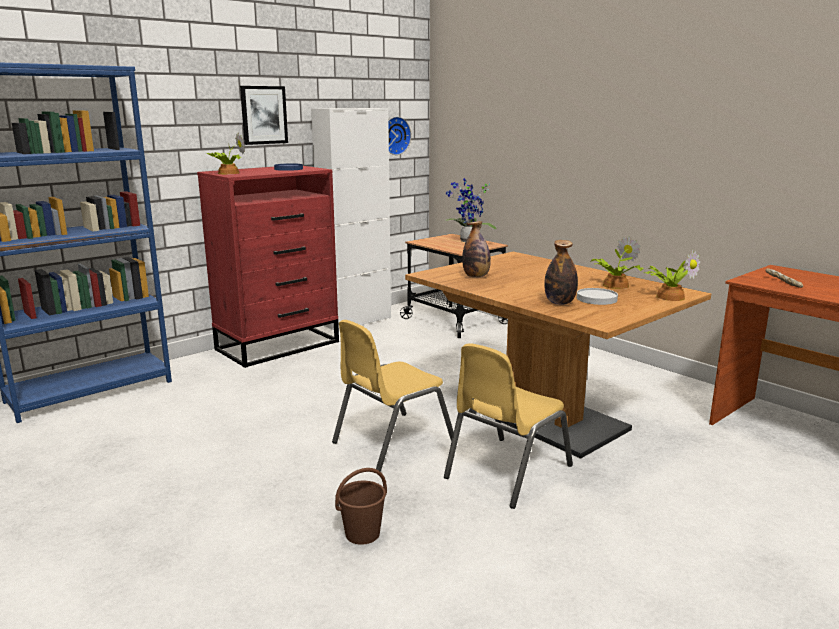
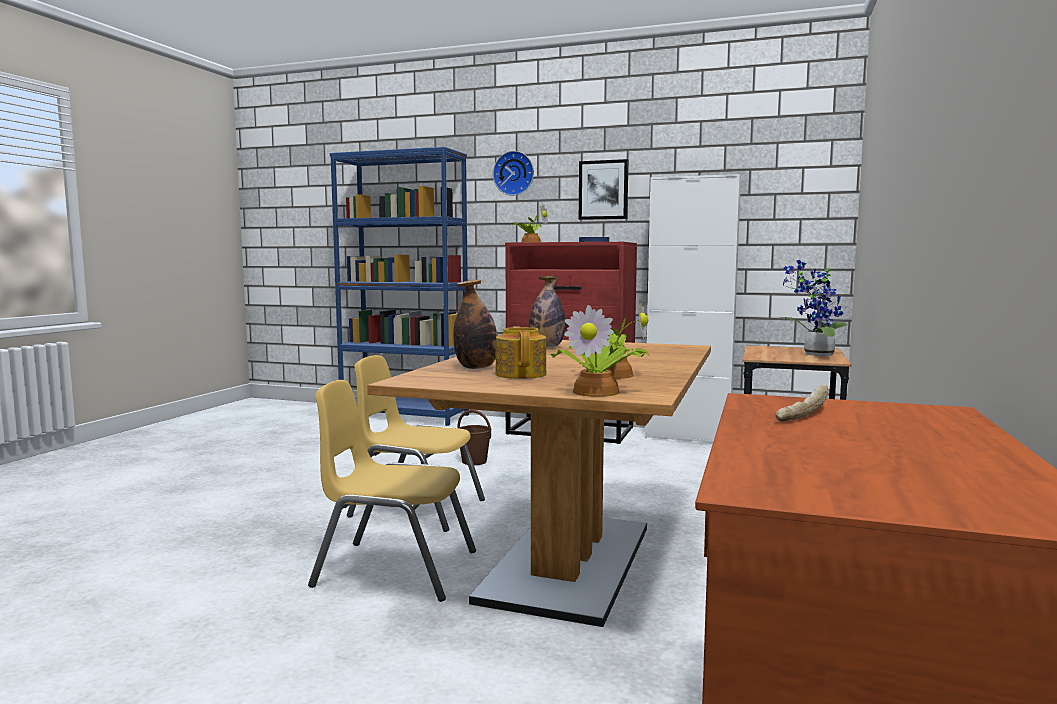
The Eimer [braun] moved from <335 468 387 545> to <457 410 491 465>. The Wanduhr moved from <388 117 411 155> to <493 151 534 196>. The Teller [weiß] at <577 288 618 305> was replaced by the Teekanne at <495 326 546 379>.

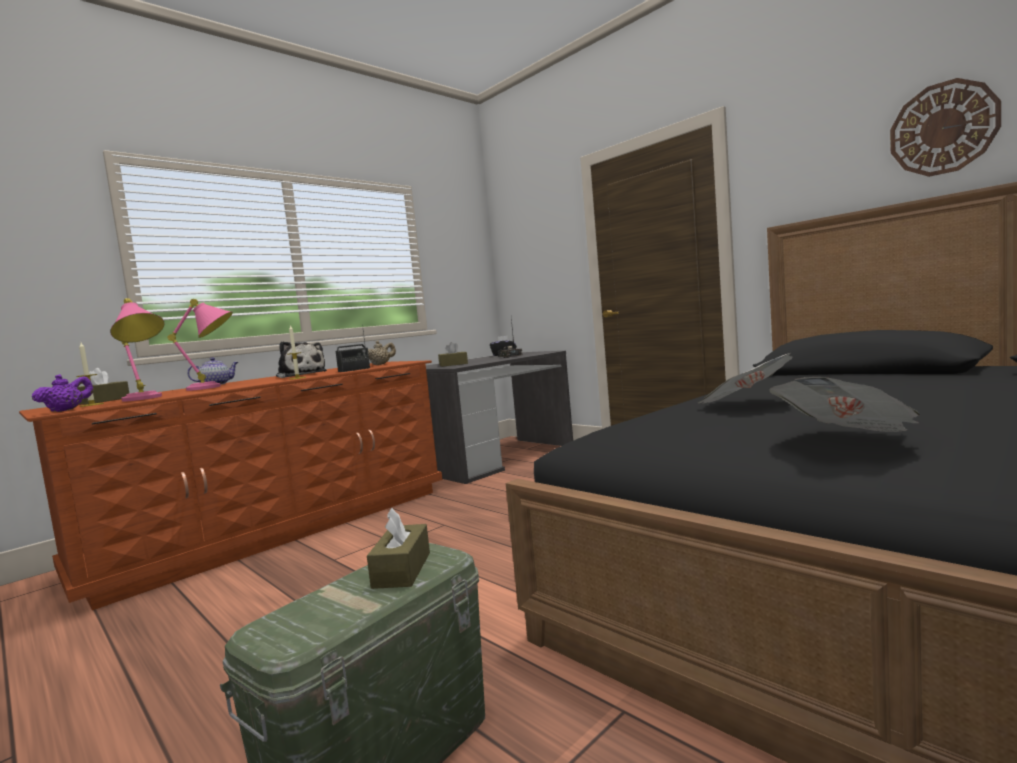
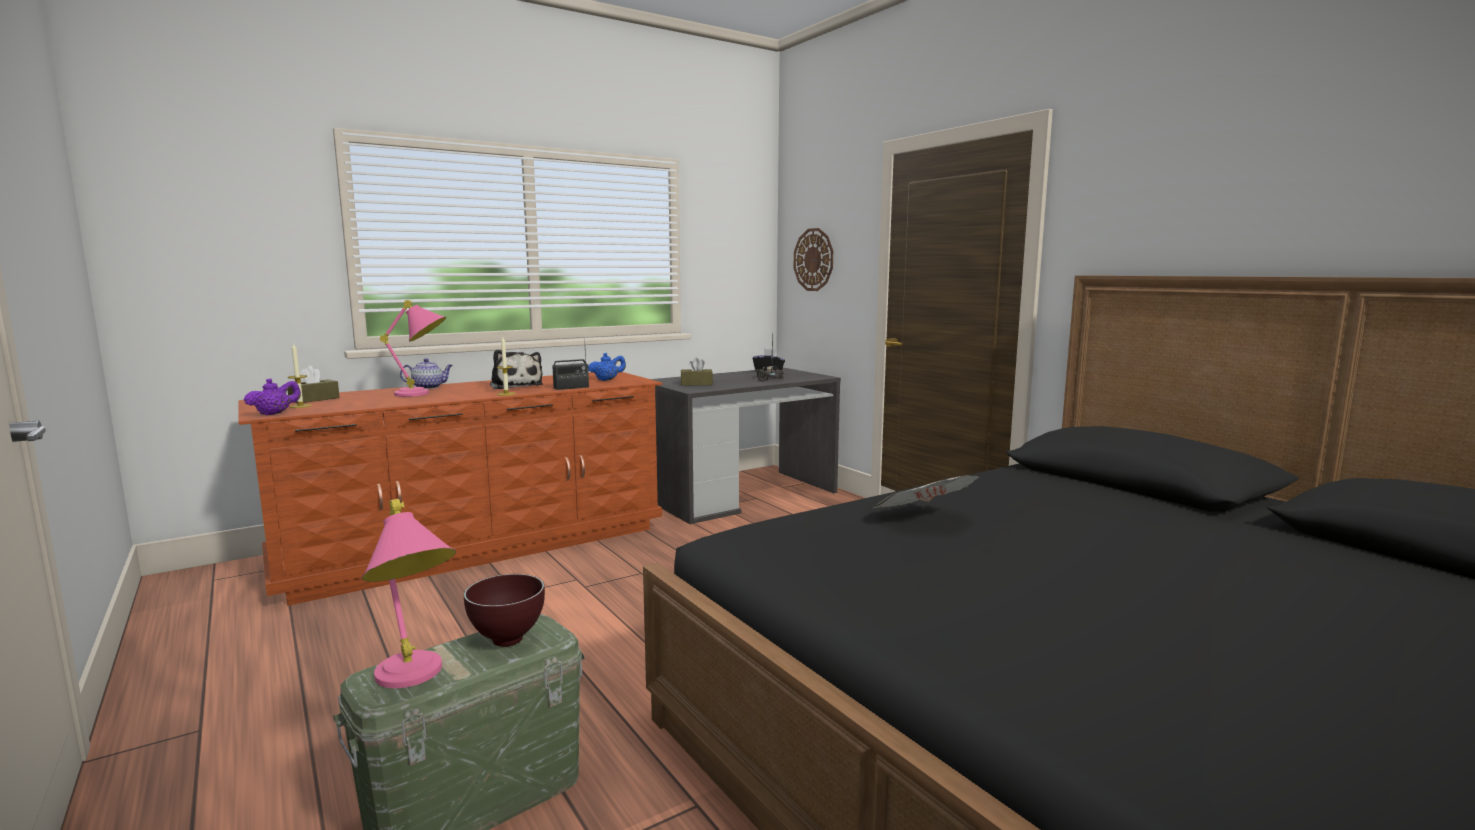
The Zeitung at <769 377 919 432> disappeared. The Tischlampe [rosa] moved from <110 298 164 402> to <362 499 456 688>. The Wanduhr moved from <890 78 1001 177> to <794 228 833 291>. The Taschentuchbox [braun] at <367 508 430 589> was replaced by the Schüssel [braun] at <464 574 545 647>. The Teekanne [beige] at <368 341 396 365> became the Teekanne [blau] at <588 353 626 381>.

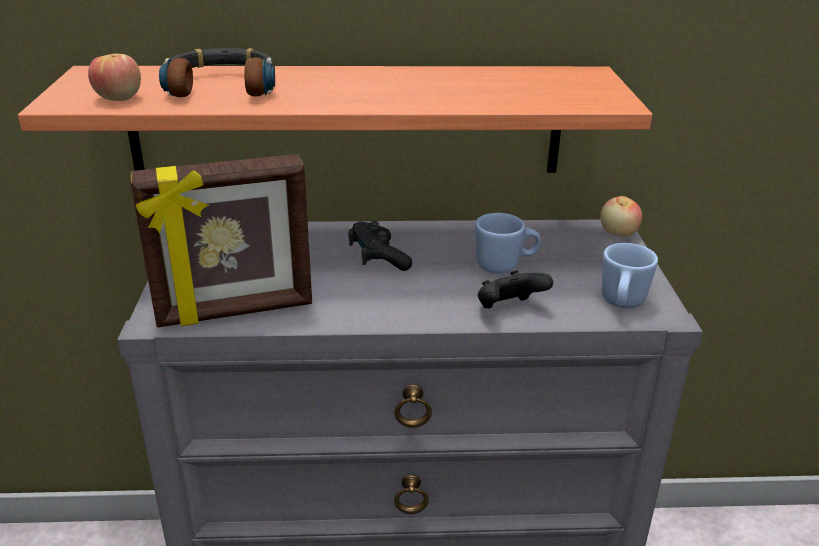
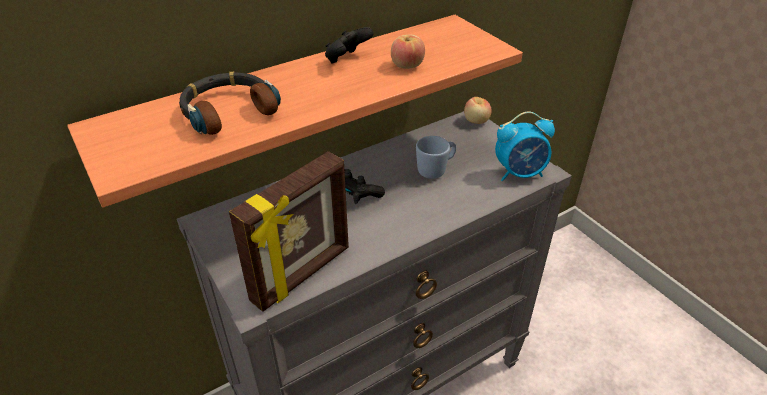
The Apfel moved from <88 54 141 101> to <391 34 425 69>. The Gamepad [schwarz] moved from <478 270 553 309> to <325 27 374 64>. The Henkelbecher [blau] at <602 243 658 309> was replaced by the Wecker at <495 111 555 181>.

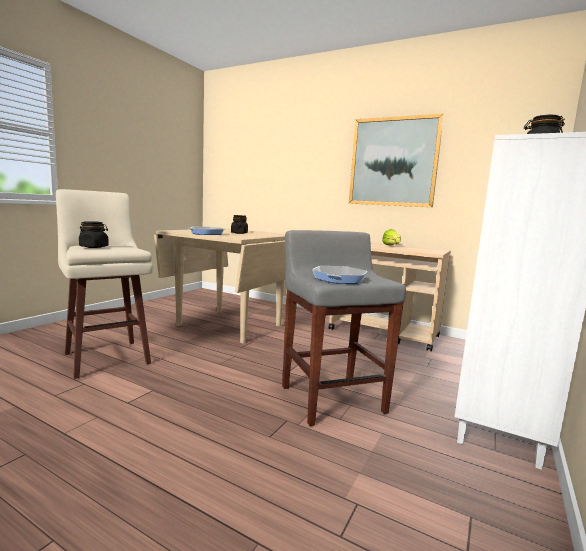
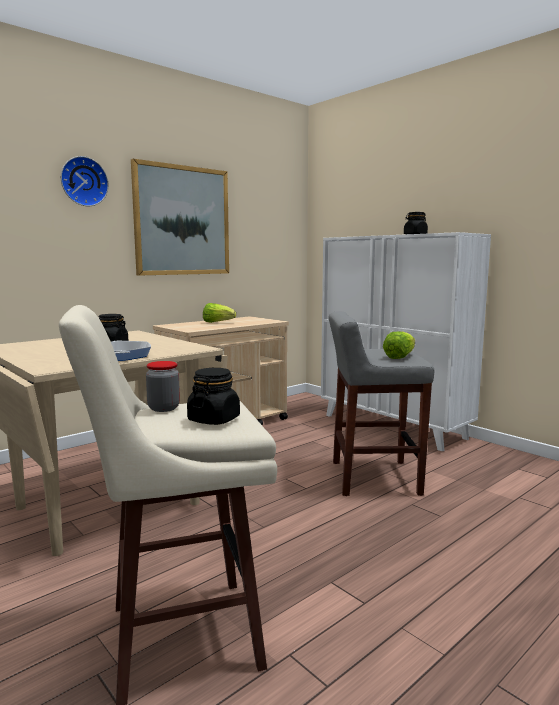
The Wanduhr at <61 156 109 206> appeared. The Vorratsglas at <146 361 180 412> appeared. The Pfanne at <312 266 367 284> was replaced by the Salatkopf at <383 331 415 359>.

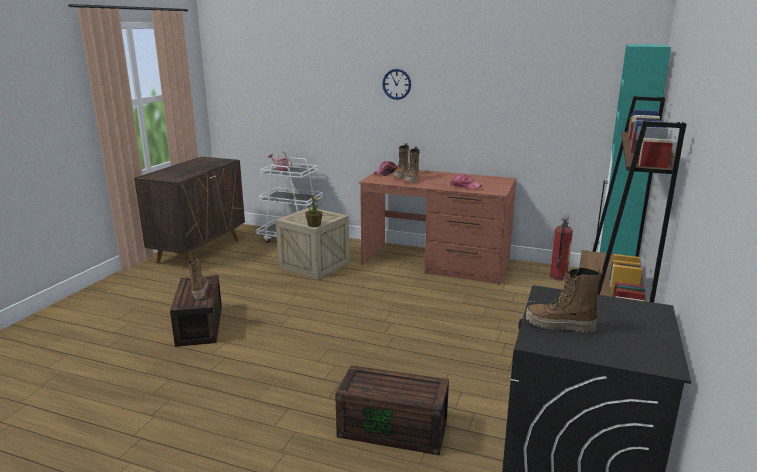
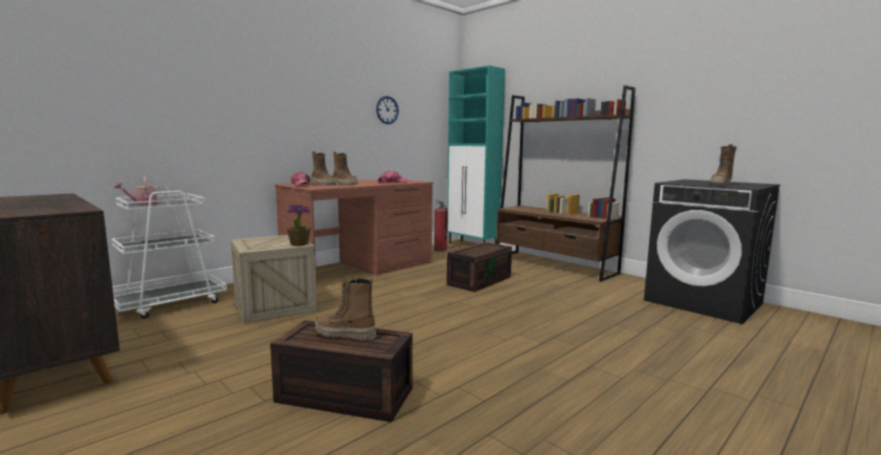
The Aufbewahrungsbox [braun] moved from <335 365 449 455> to <447 242 512 292>. The Wanduhr moved from <382 69 411 100> to <376 96 399 124>.

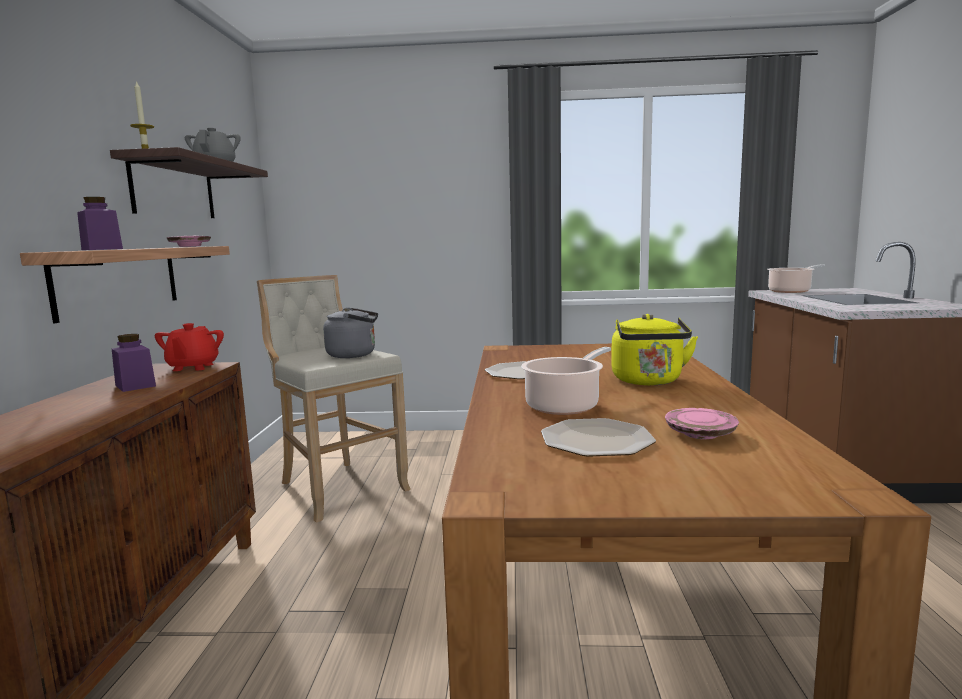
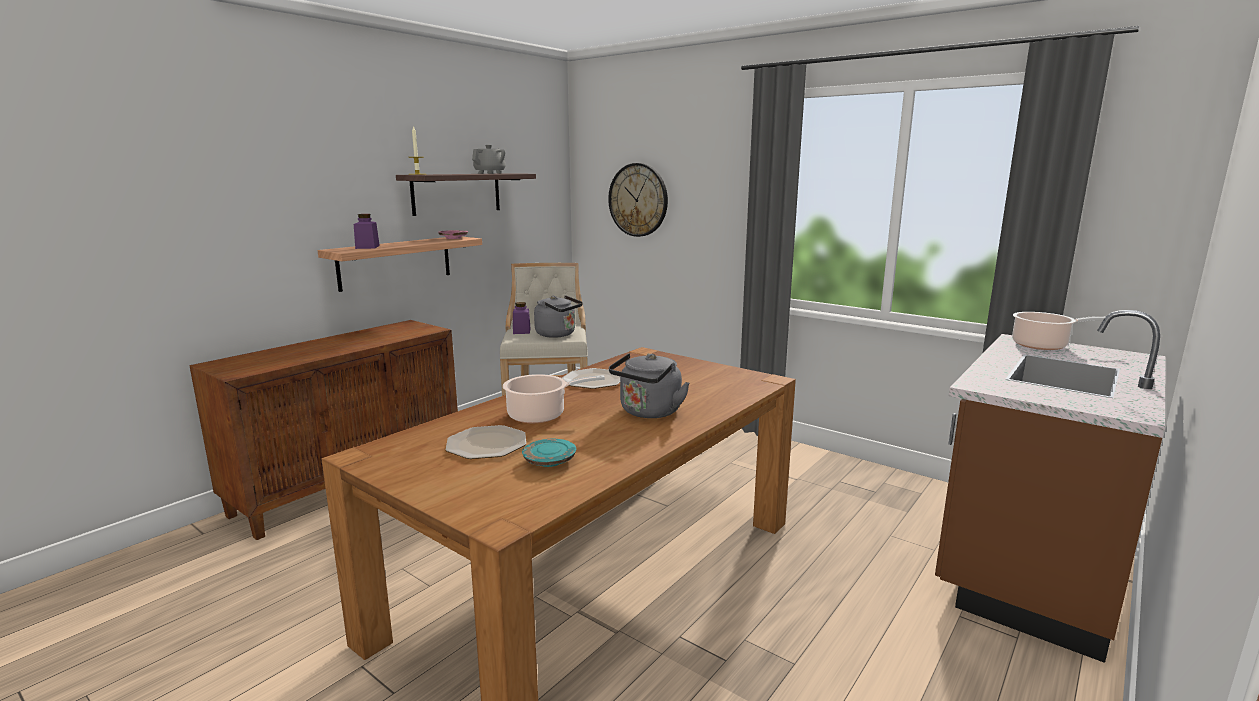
The Teekanne [rot] at <155 323 224 371> disappeared. The Wanduhr at <608 163 668 237> appeared. The Vorratsglas [lila] moved from <112 334 156 392> to <513 302 531 334>. The Wasserkessel [gelb] at <611 314 698 385> became the Wasserkessel [grau] at <609 353 690 418>. The Teller [rosa] at <665 408 739 439> became the Teller [türkis] at <522 439 576 467>.

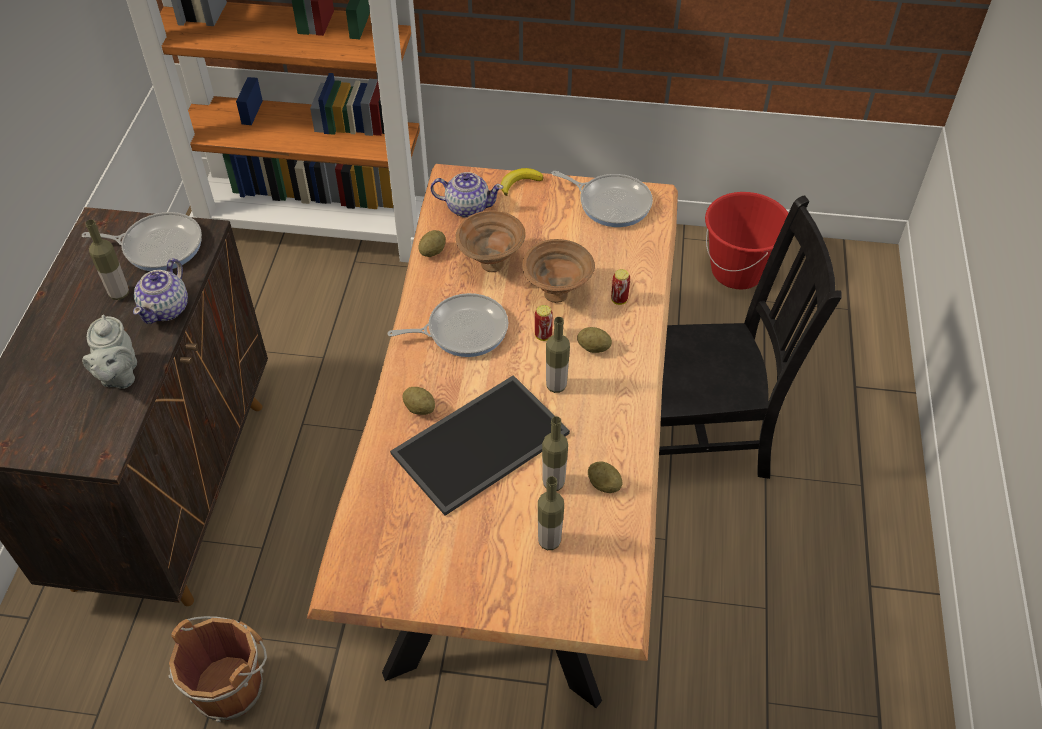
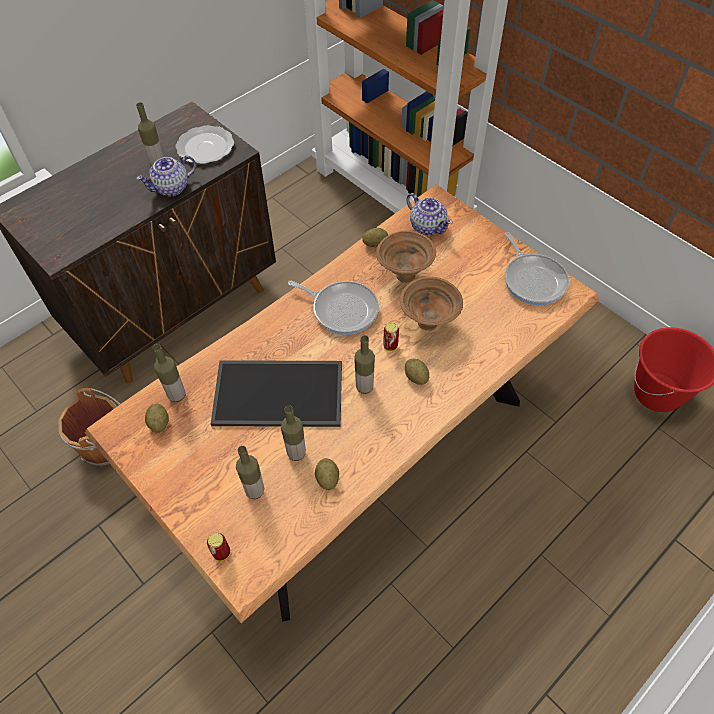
The Teekanne [grau] at <82 315 137 389> disappeared. The Banane at <501 168 543 196> disappeared. The Stuhl [schwarz] at <659 195 842 479> disappeared. The Flasche at <153 344 185 402> appeared. The Kartoffel moved from <402 387 435 415> to <145 404 169 433>. The Dose moved from <611 269 630 305> to <207 533 230 561>. The Pfanne at <82 212 202 271> was replaced by the Teller at <176 125 234 164>.

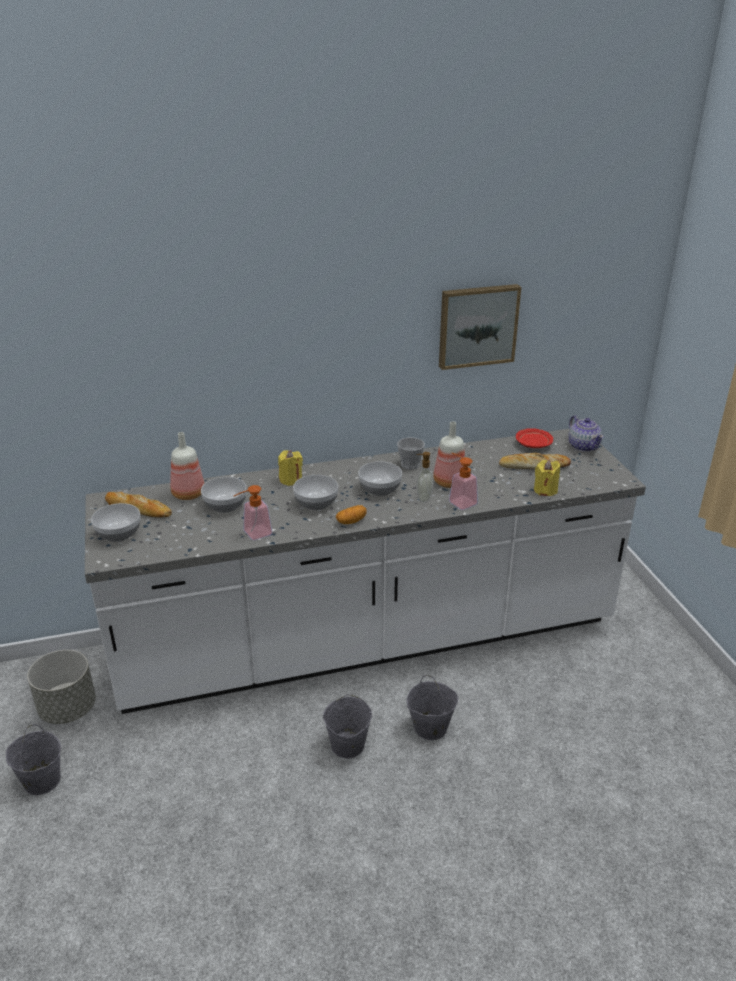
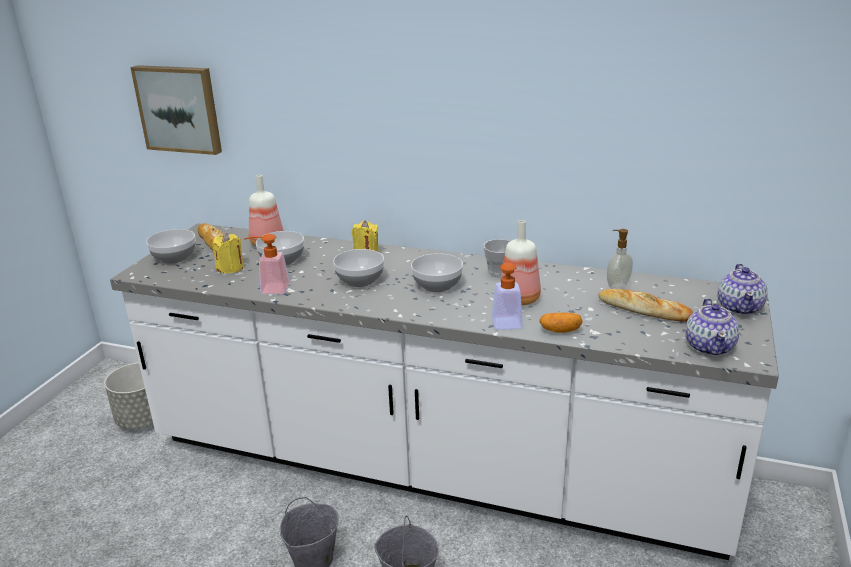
The Eimer [grau] at <6 725 61 795> disappeared. The Teller [rot] at <516 428 553 448> disappeared. The Teekanne at <686 298 739 356> appeared. The Kartoffel moved from <336 505 367 524> to <540 312 583 333>. The Seifenspender moved from <416 452 434 502> to <607 229 633 289>. The Bild moved from <439 284 521 370> to <130 65 222 155>. The Kerze [gelb] moved from <534 460 560 496> to <212 233 244 273>.

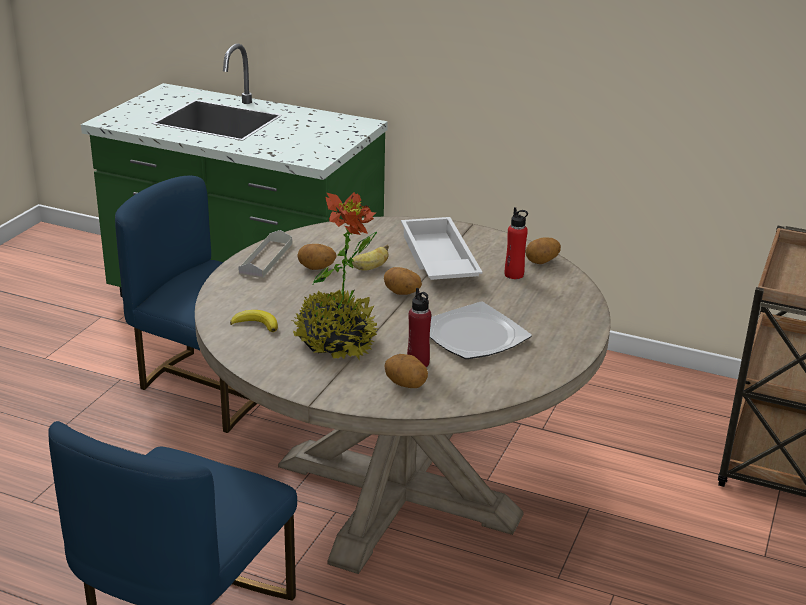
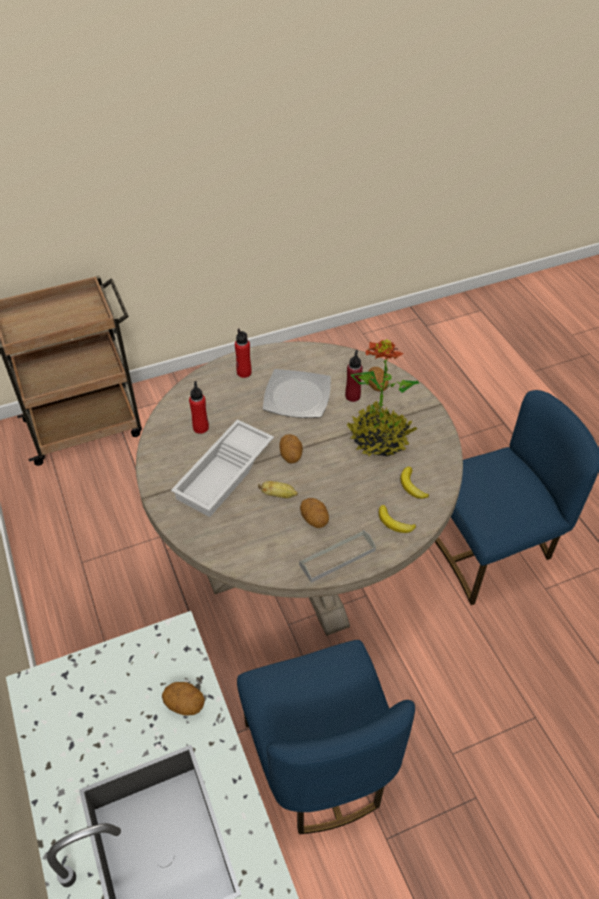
The Flasche [rot] at <235 328 252 378> appeared. The Banane at <379 505 416 533> appeared. The Kartoffel moved from <526 238 561 264> to <162 682 205 716>.

